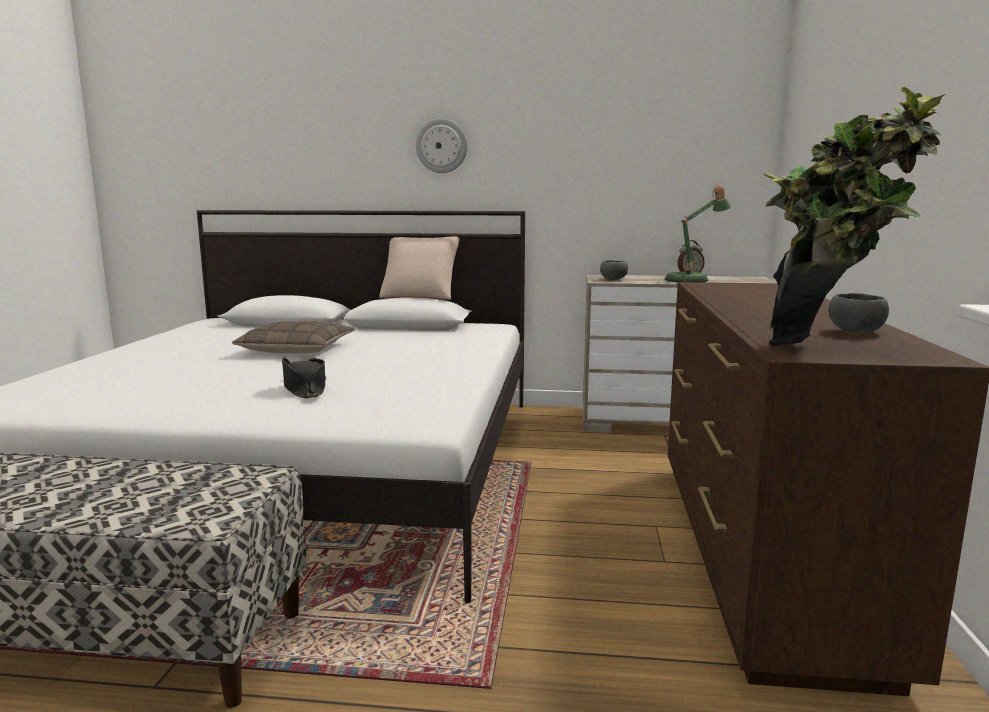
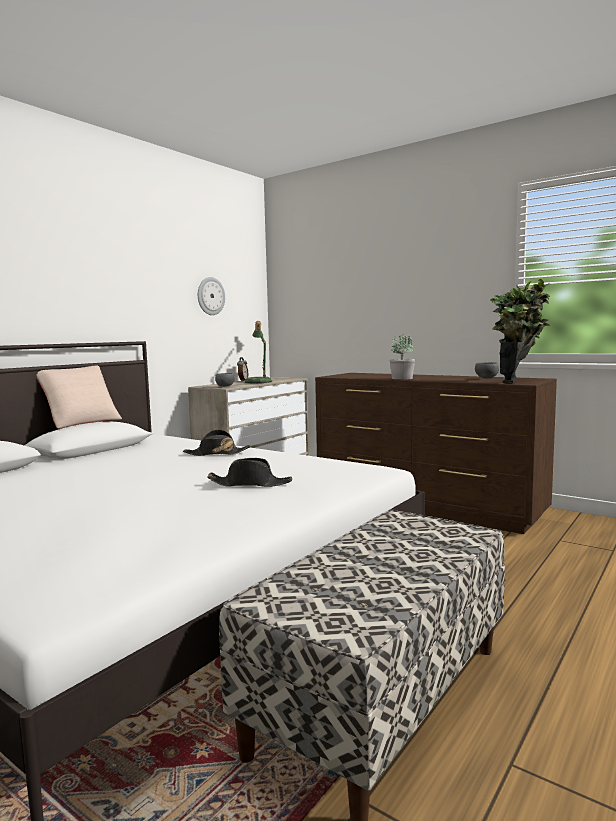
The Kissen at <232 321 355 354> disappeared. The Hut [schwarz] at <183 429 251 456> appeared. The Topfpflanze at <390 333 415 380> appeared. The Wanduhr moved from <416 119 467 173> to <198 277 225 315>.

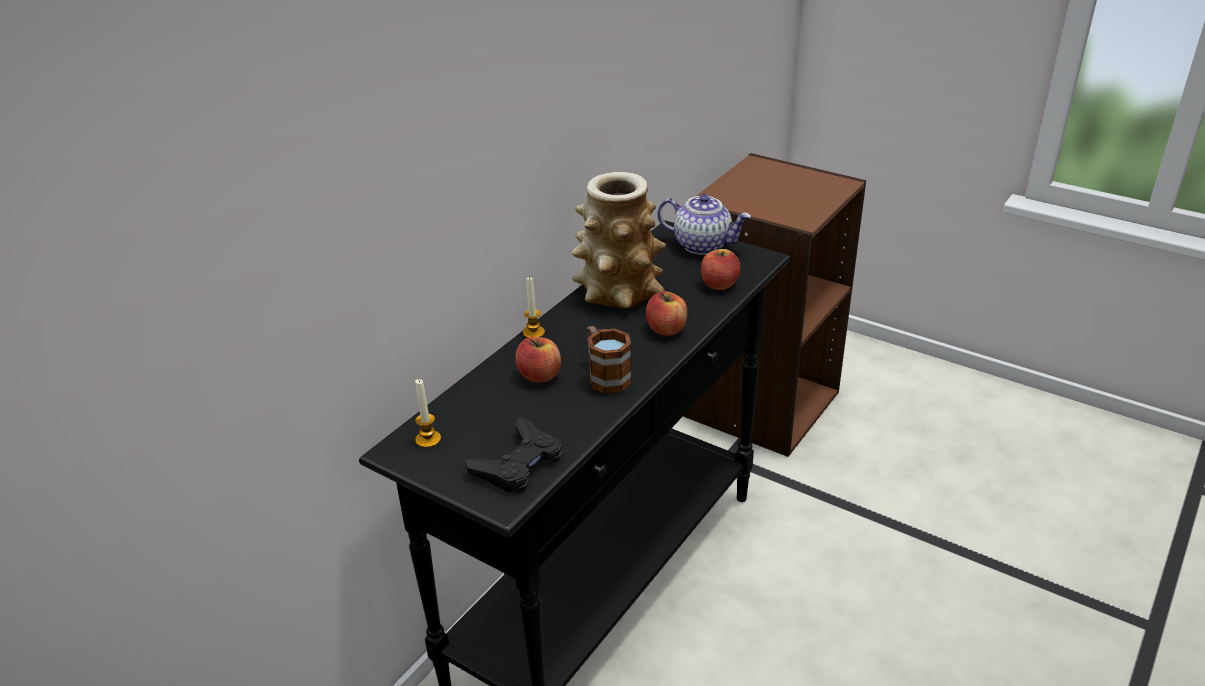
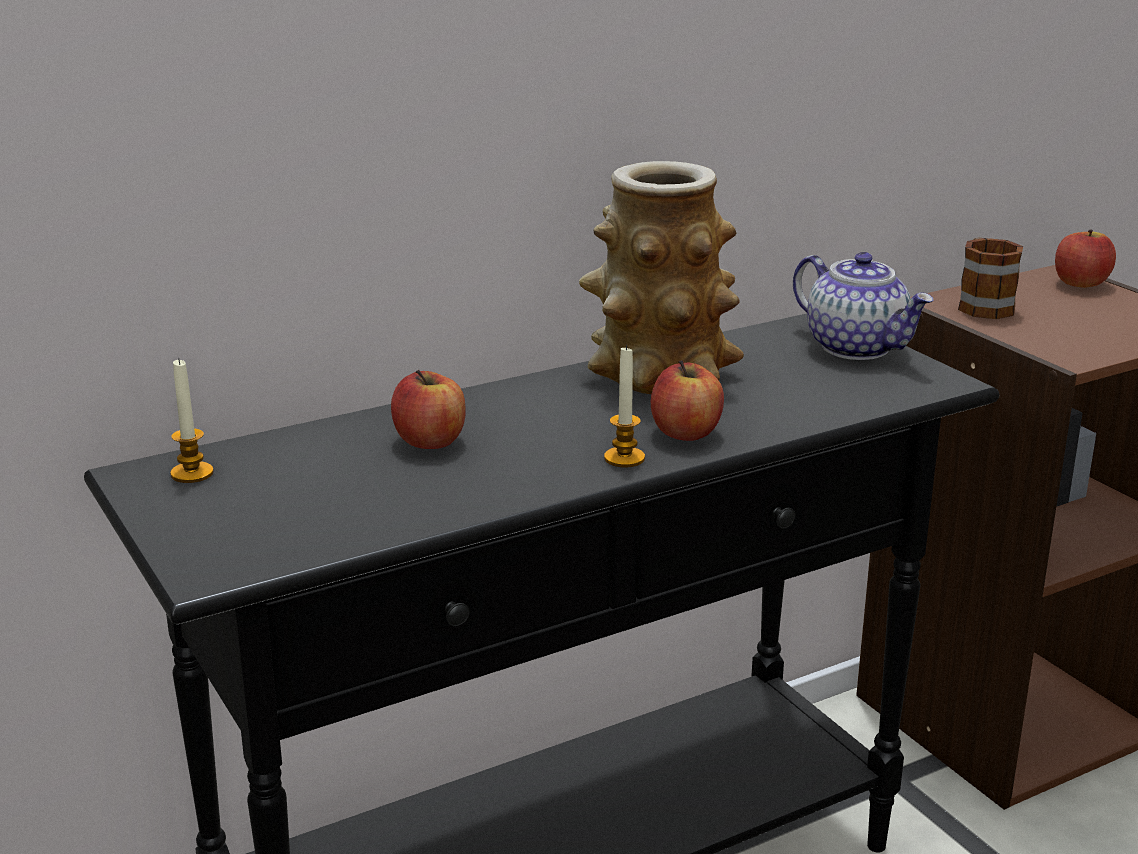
The Gamepad [schwarz] at <465 417 562 493> disappeared. The Kerze moved from <523 276 545 338> to <604 345 645 467>. The Henkelbecher moved from <587 326 632 394> to <958 237 1023 319>. The Apfel moved from <701 249 740 290> to <1055 229 1116 288>.

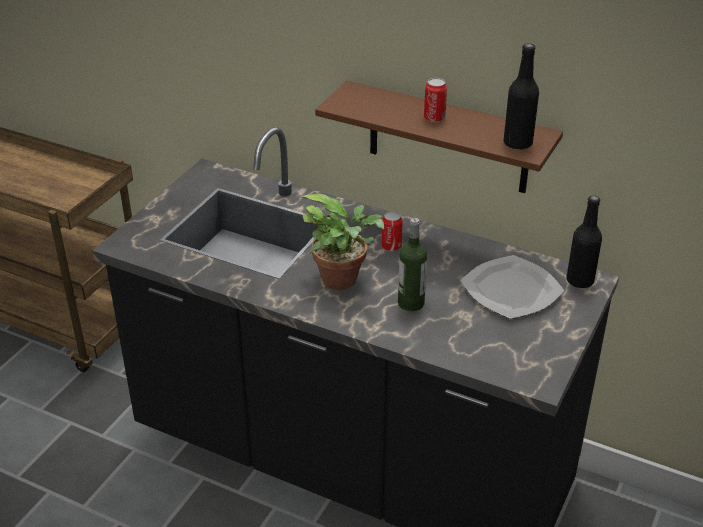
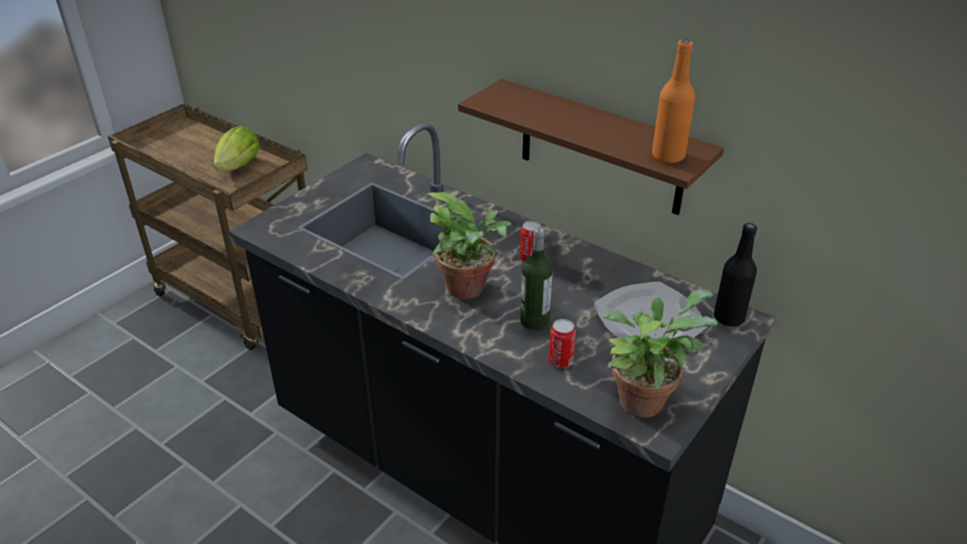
The Salatkopf at <214 126 260 172> appeared. The Topfpflanze at <603 290 718 418> appeared. The Dose moved from <424 78 447 122> to <548 319 576 368>. The Flasche [schwarz] at <504 43 539 150> became the Flasche [orange] at <652 39 695 163>.

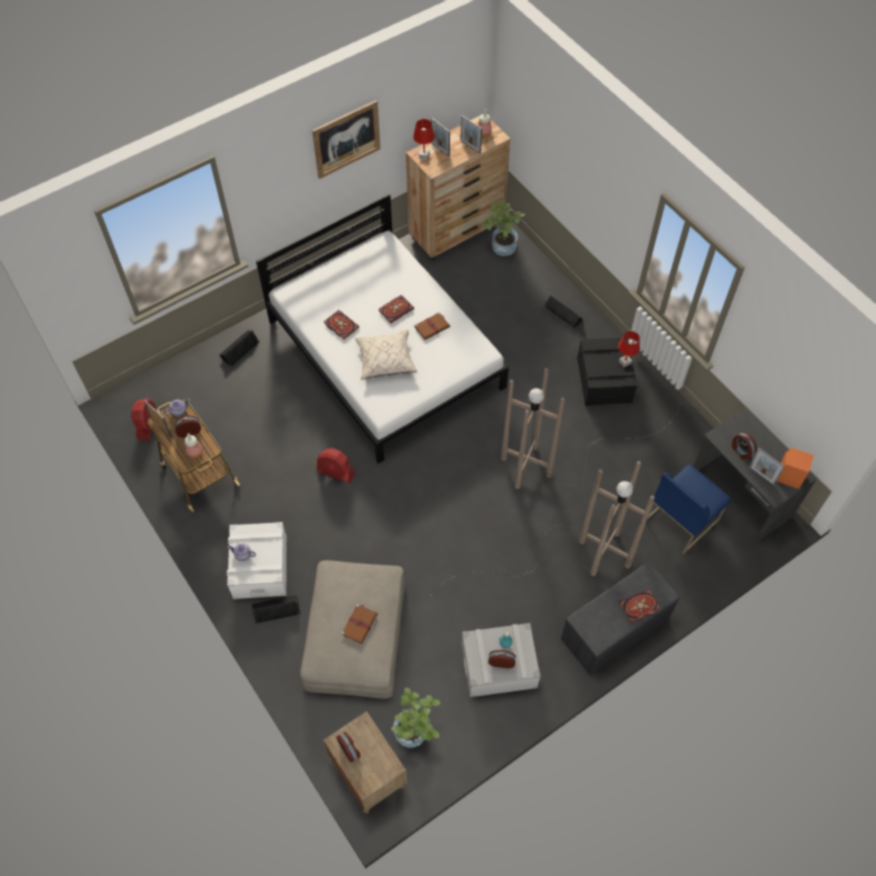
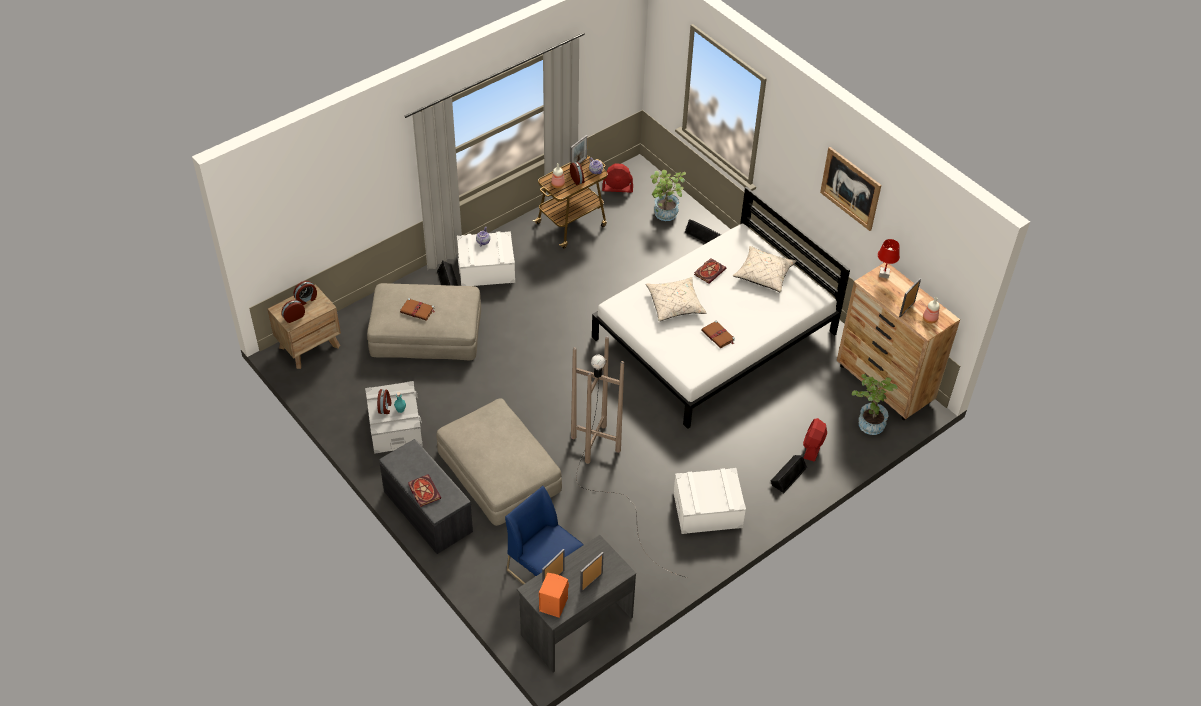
The Buch at <379 295 414 323> disappeared. The Tischlampe [rot] at <618 331 640 367> disappeared. The Kissen [beige] at <733 246 797 292> appeared. The Ventilator [rot] moved from <317 448 355 483> to <803 418 827 462>. The Topfpflanze moved from <391 688 440 748> to <650 170 686 221>. The Bilderrahmen moved from <430 117 450 157> to <580 552 604 593>. The Wecker moved from <732 432 757 460> to <281 300 305 323>. The Stehlampe [braun] at <423 461 655 607> was replaced by the Polsterhocker [beige] at <436 398 562 526>. The Aufbewahrungsbox [schwarz] at <577 337 637 406> became the Aufbewahrungsbox [weiß] at <673 468 746 534>.

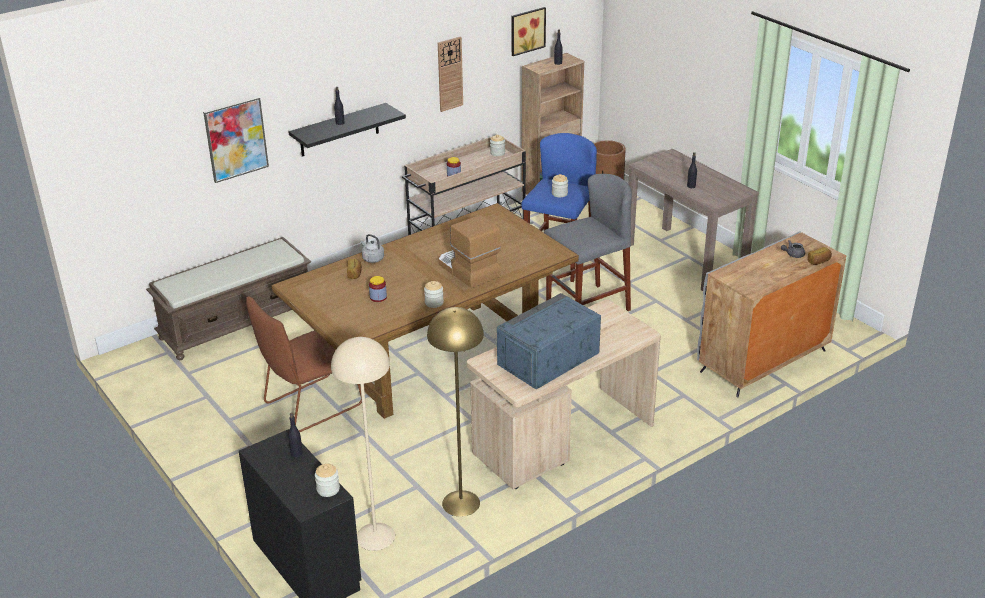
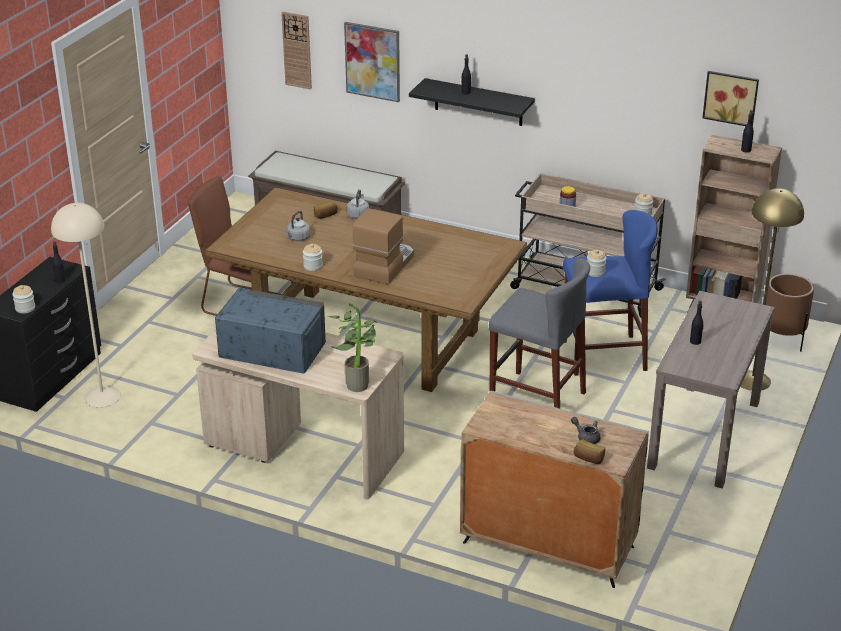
The Topfpflanze at <328 303 377 392> appeared. The Stehlampe [gelb] moved from <427 307 484 517> to <741 188 804 391>. The Wanduhr moved from <438 36 463 112> to <281 12 312 90>. The Vorratsglas at <369 276 387 302> was replaced by the Wasserkessel [grau] at <285 211 310 241>.

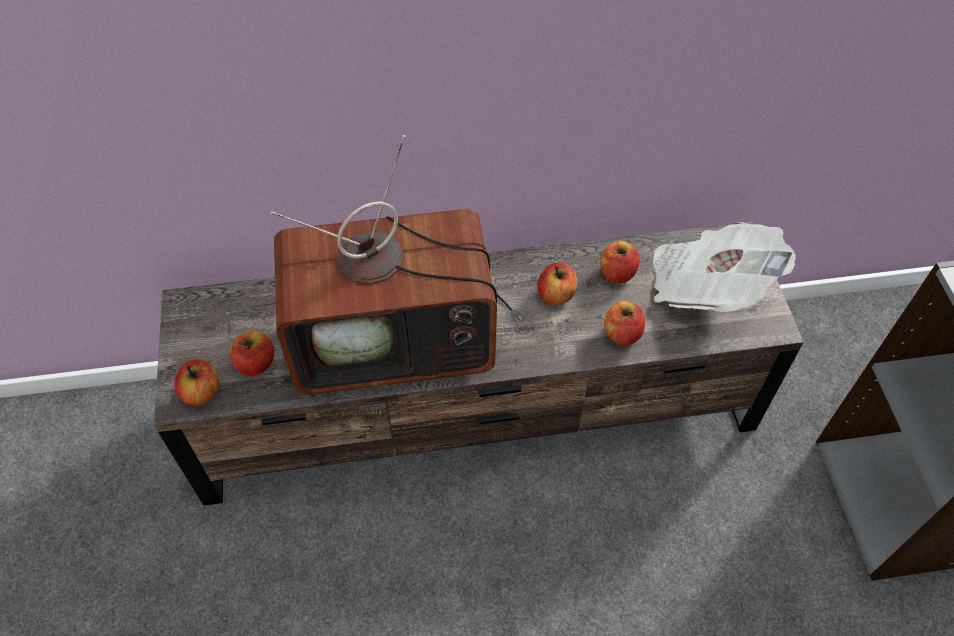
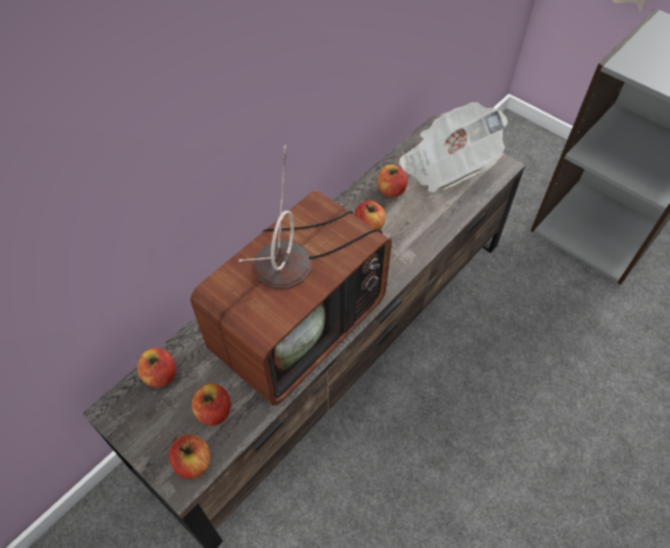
The Apfel moved from <604 301 645 345> to <137 348 176 388>.

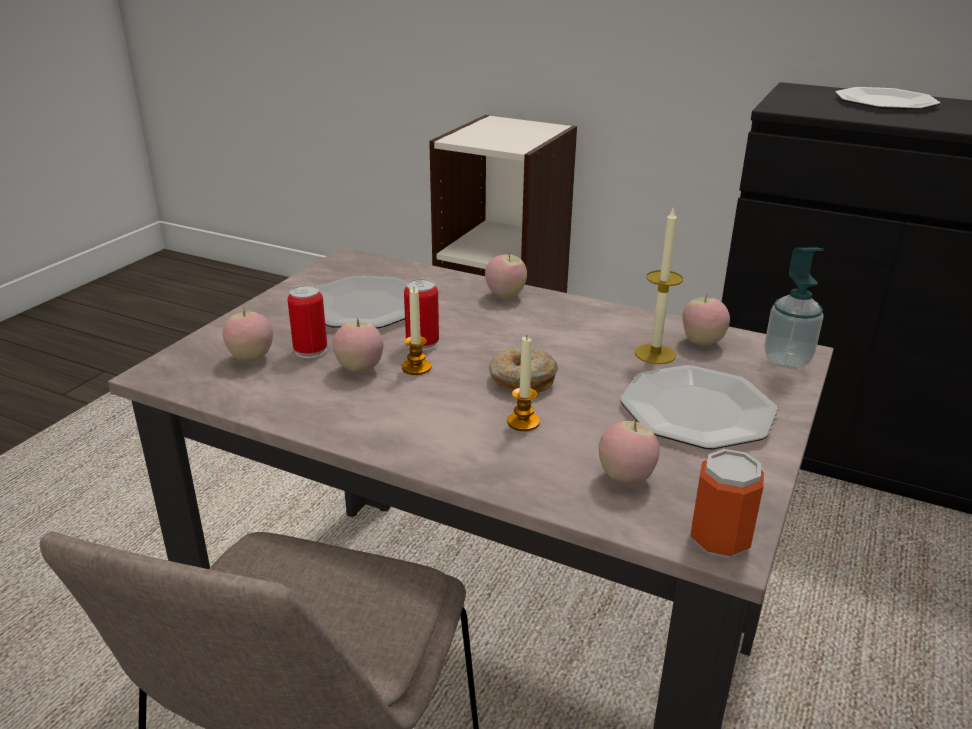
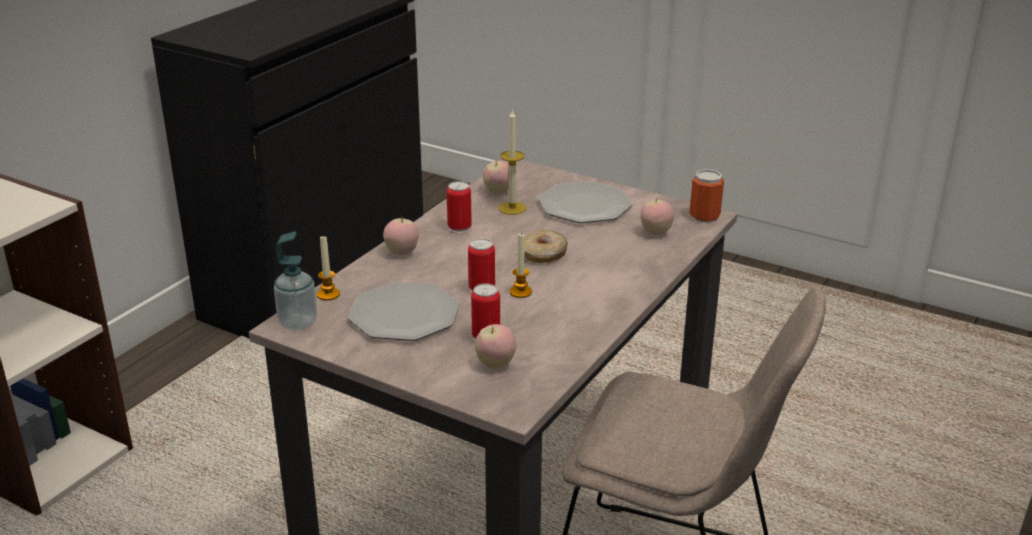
The Apfel at <333 317 383 373> disappeared. The Teller at <835 87 940 110> disappeared. The Dose at <447 181 472 233> appeared. The Kerze moved from <507 337 540 431> to <317 236 340 301>. The Seifenspender moved from <764 247 824 369> to <274 231 317 331>.

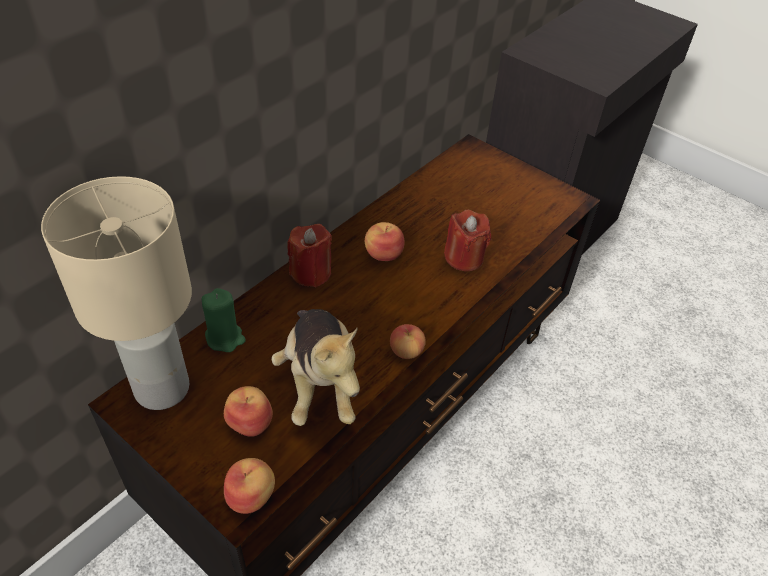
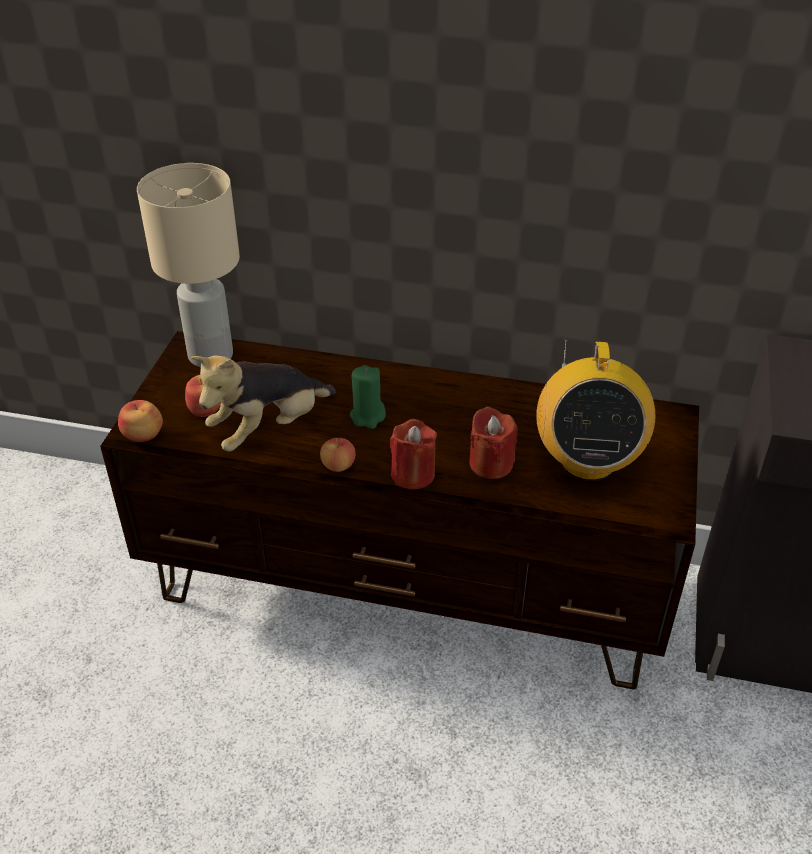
The Apfel at <365 222 405 261> disappeared. The Radio at <536 340 655 481> appeared. The Kerze [grün] moved from <202 288 246 352> to <350 365 386 429>. The Kerze [rot] moved from <287 224 332 287> to <390 419 437 489>.

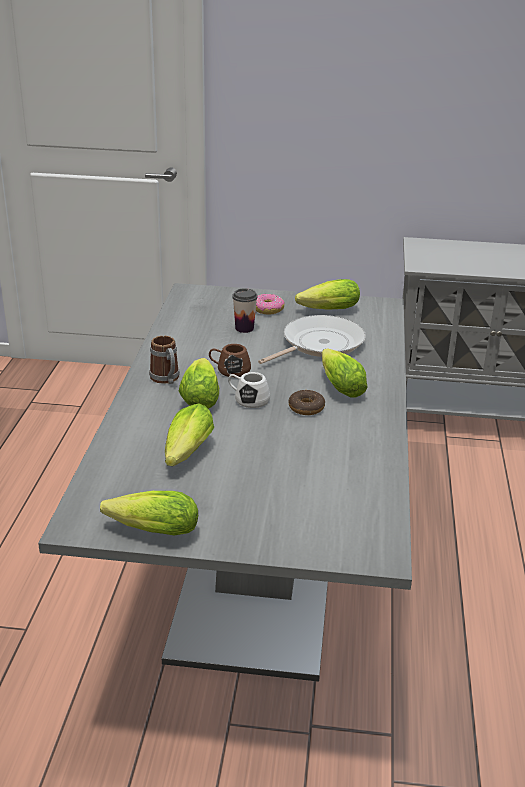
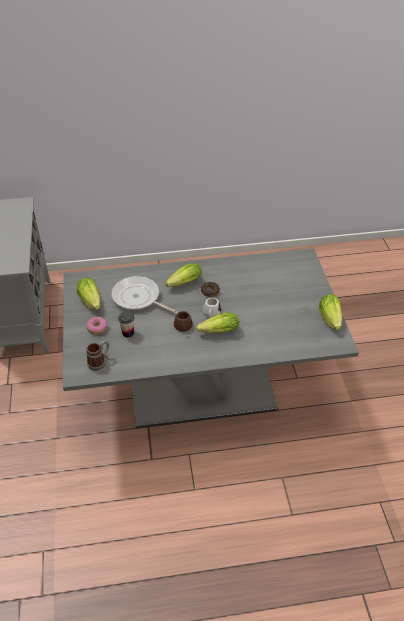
The Salatkopf at <165 403 214 466> disappeared. The Henkelbecher moved from <149 336 180 384> to <86 341 109 371>.

